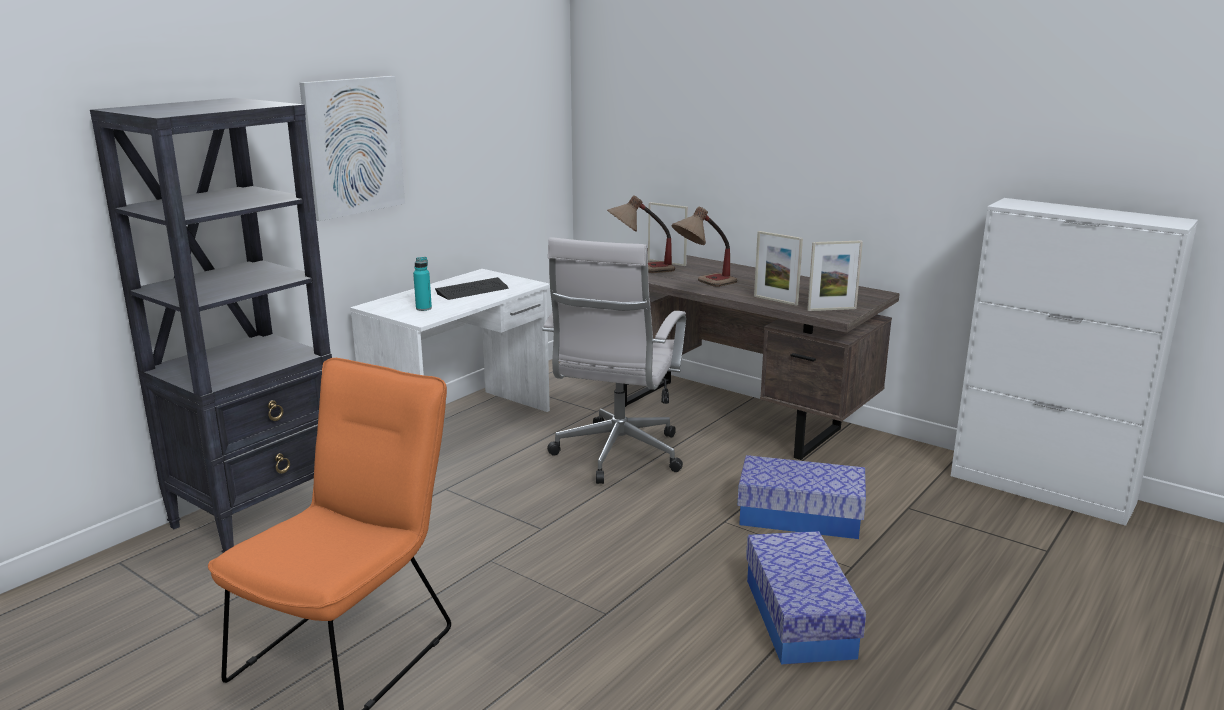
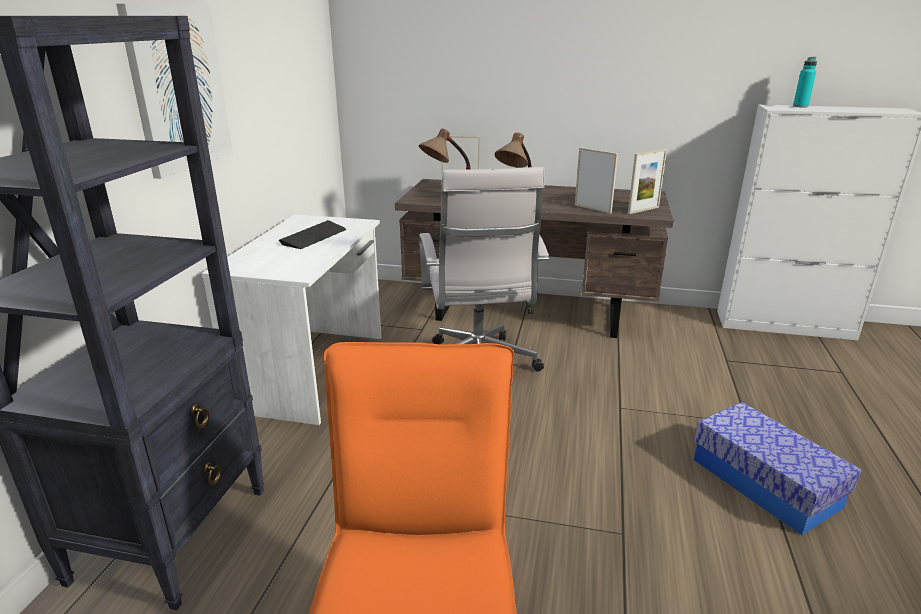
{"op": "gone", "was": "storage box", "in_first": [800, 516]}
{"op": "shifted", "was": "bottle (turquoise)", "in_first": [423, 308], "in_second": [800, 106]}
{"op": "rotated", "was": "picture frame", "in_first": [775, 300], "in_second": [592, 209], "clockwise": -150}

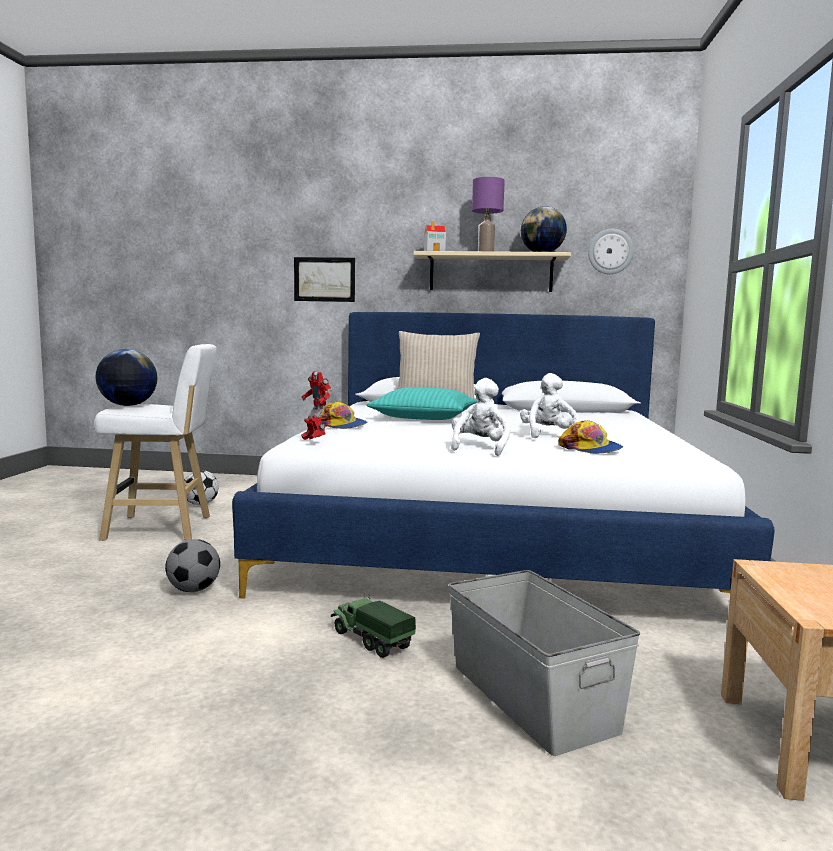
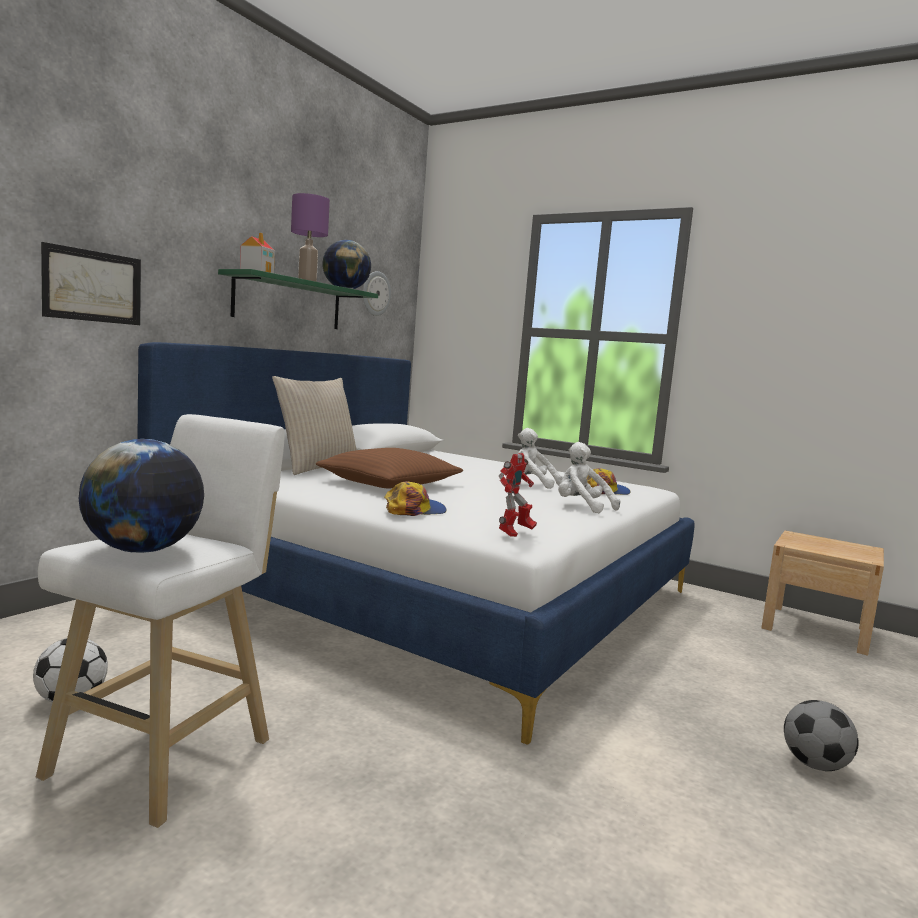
{"op": "gone", "was": "toy truck", "in_first": [370, 640]}
{"op": "gone", "was": "storage box (grey)", "in_first": [531, 697]}
{"op": "shifted", "was": "football", "in_first": [193, 590], "in_second": [815, 765]}
{"op": "repainted", "was": "pillow (turquoise)", "now": "pillow (brown)", "in_first": [423, 417], "in_second": [388, 483]}
{"op": "repainted", "was": "shelf (beige)", "now": "shelf (green)", "in_first": [491, 273], "in_second": [289, 303]}
{"op": "rotated", "was": "toy robot", "in_first": [313, 440], "in_second": [514, 533], "clockwise": -45}

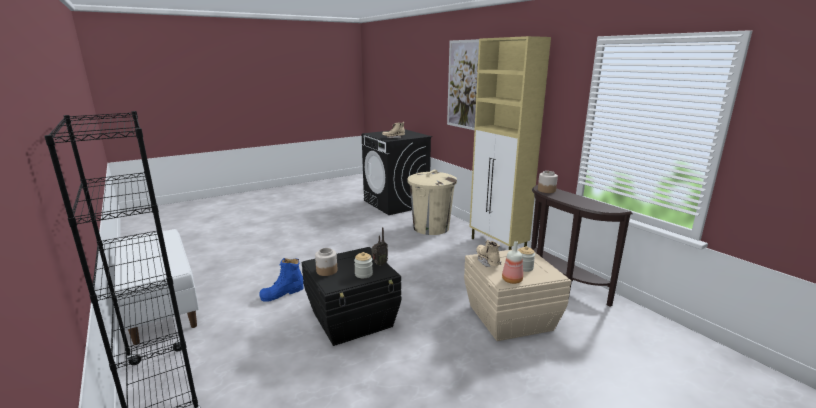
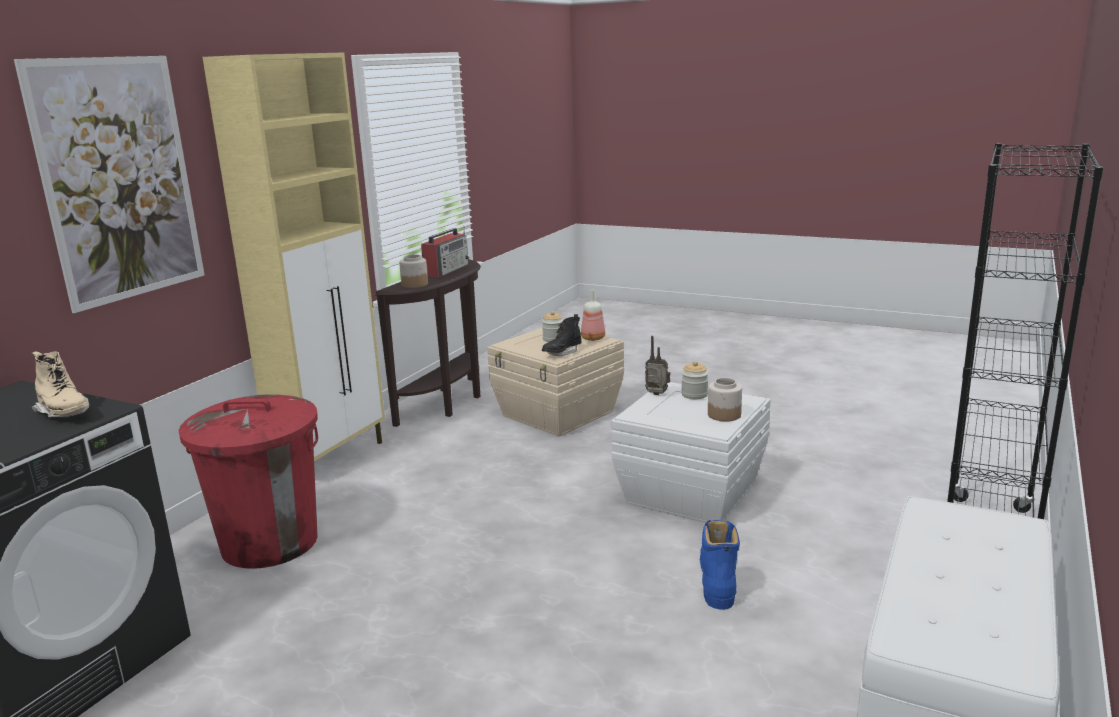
{"op": "new", "now": "radio", "in_second": [447, 270]}
{"op": "repainted", "was": "storage box (black)", "now": "storage box (white)", "in_first": [353, 319], "in_second": [690, 492]}
{"op": "repainted", "was": "trash can (beige)", "now": "trash can (red)", "in_first": [431, 228], "in_second": [270, 542]}
{"op": "repainted", "was": "boot (beige)", "now": "boot (black)", "in_first": [487, 261], "in_second": [562, 353]}
{"op": "rotated", "was": "boot (blue)", "in_first": [282, 293], "in_second": [717, 581], "clockwise": -105}

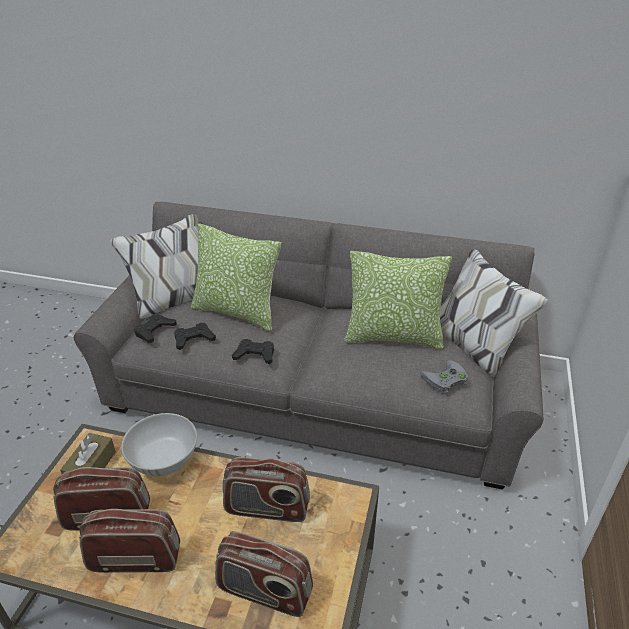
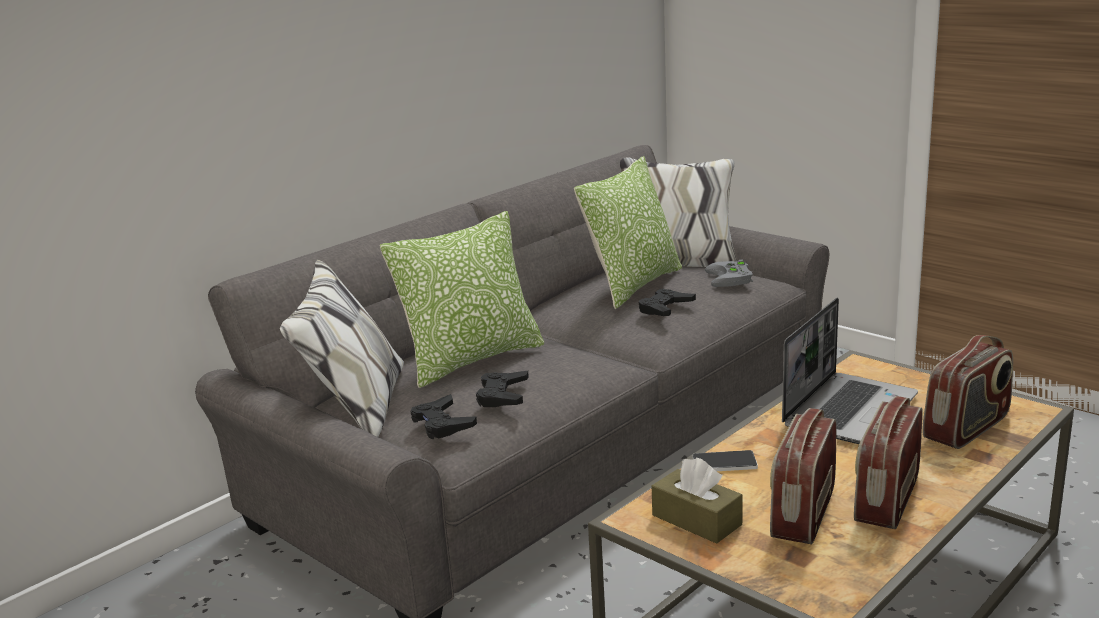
{"op": "shifted", "was": "game controller (black)", "in_first": [255, 355], "in_second": [665, 308]}
{"op": "swapped", "was": "bowl (white)", "now": "phone", "in_first": [164, 461], "in_second": [724, 463]}
{"op": "swapped", "was": "radio", "now": "laptop", "in_first": [267, 508], "in_second": [849, 410]}

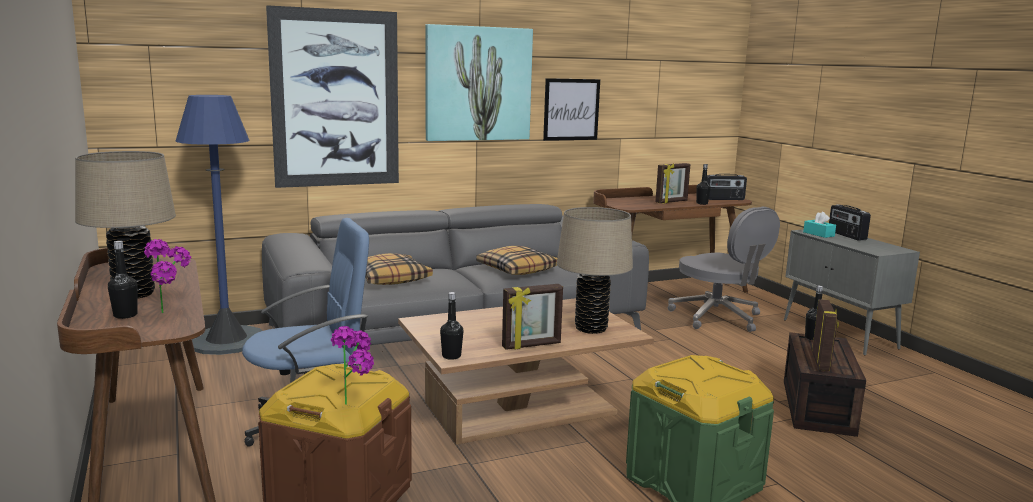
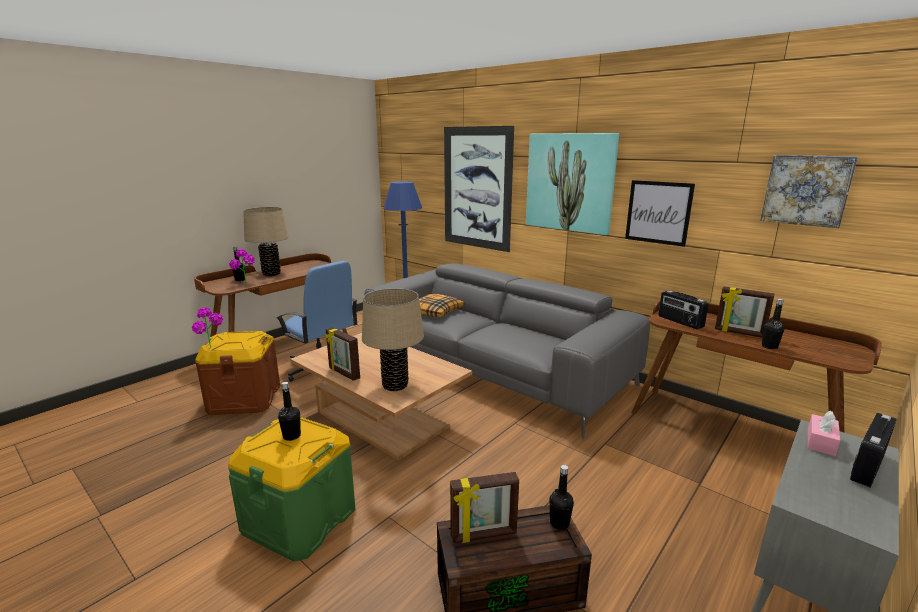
{"op": "gone", "was": "pillow", "in_first": [517, 269]}
{"op": "gone", "was": "office chair (grey)", "in_first": [718, 317]}
{"op": "new", "now": "picture", "in_second": [806, 190]}
{"op": "shifted", "was": "bottle (black)", "in_first": [451, 356], "in_second": [291, 436]}
{"op": "shifted", "was": "radio", "in_first": [724, 199], "in_second": [680, 322]}
{"op": "repainted", "was": "tissue box (turquoise)", "now": "tissue box (pink)", "in_first": [818, 234], "in_second": [821, 442]}

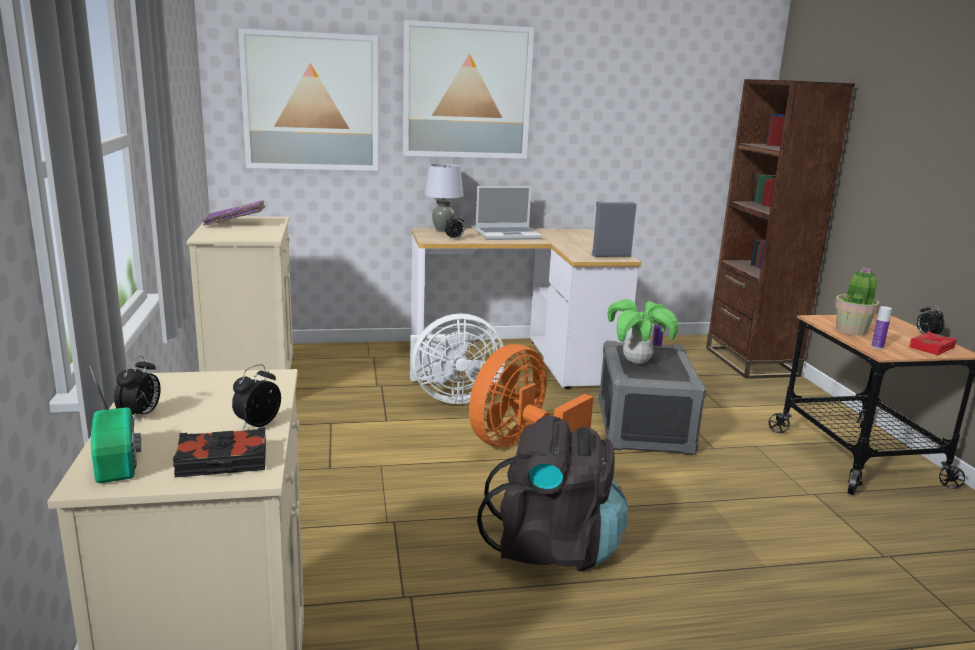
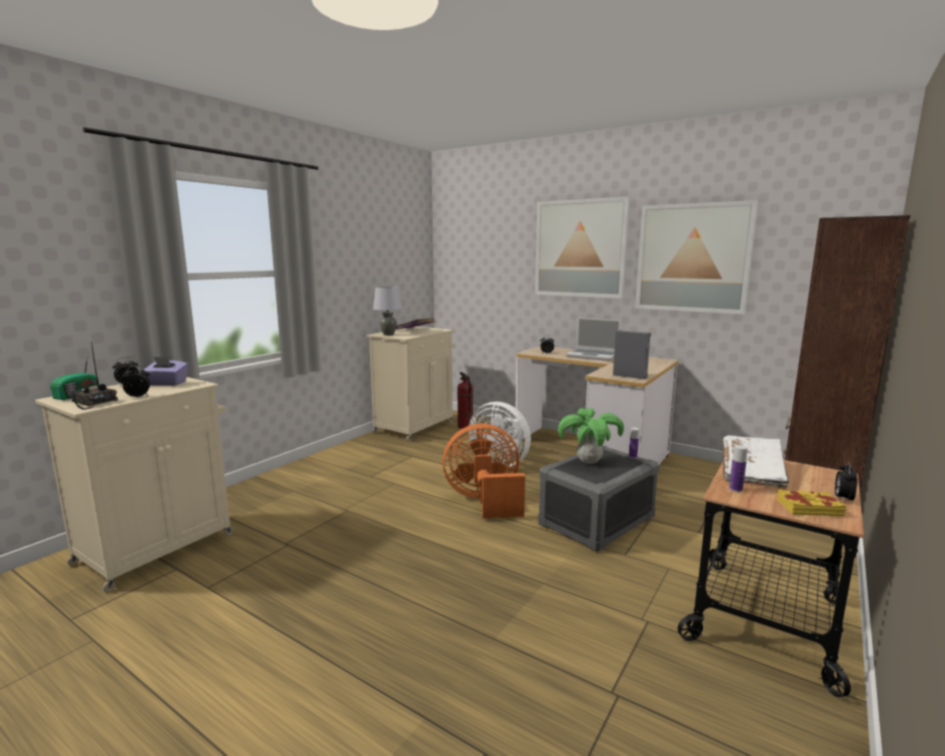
{"op": "gone", "was": "backpack (black)", "in_first": [553, 547]}
{"op": "new", "now": "tissue box (purple)", "in_second": [166, 383]}
{"op": "new", "now": "fire extinguisher", "in_second": [464, 427]}
{"op": "shifted", "was": "picture", "in_first": [311, 102], "in_second": [692, 258]}
{"op": "shifted", "was": "table lamp (grey)", "in_first": [443, 230], "in_second": [388, 334]}
{"op": "swapped", "was": "book (black)", "now": "radio", "in_first": [222, 461], "in_second": [92, 403]}
{"op": "swapped", "was": "potted plant", "now": "book (white)", "in_first": [851, 330], "in_second": [751, 472]}
{"op": "repainted", "was": "book (red)", "now": "book (yellow)", "in_first": [931, 347], "in_second": [808, 507]}

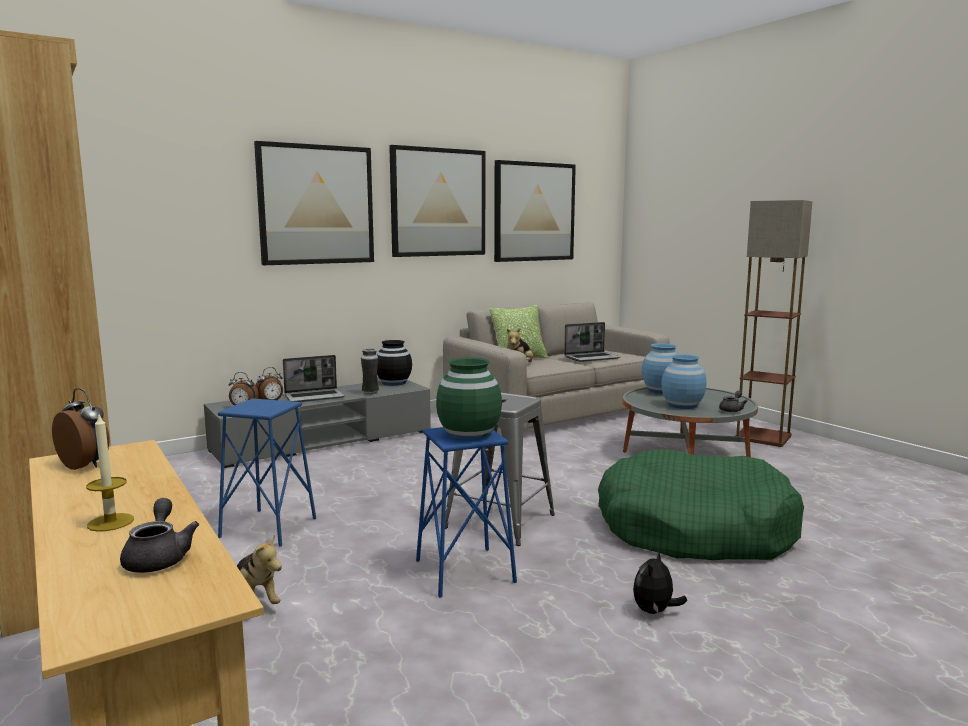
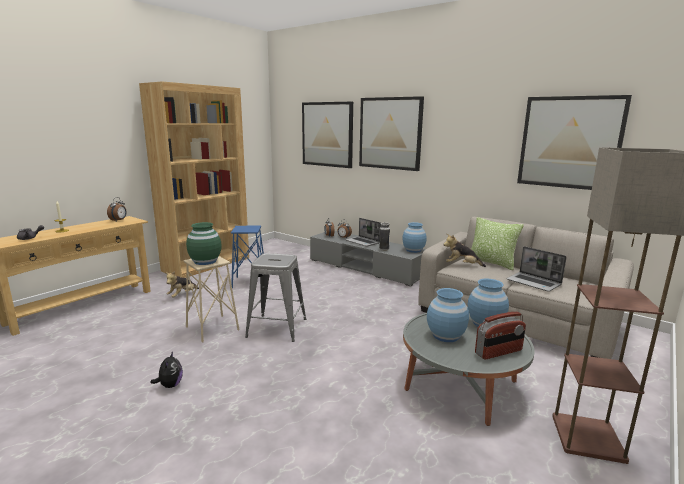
{"op": "gone", "was": "dog bed (green)", "in_first": [694, 529]}
{"op": "gone", "was": "teapot (grey)", "in_first": [732, 410]}
{"op": "new", "now": "radio", "in_second": [498, 352]}
{"op": "shifted", "was": "picture", "in_first": [438, 202], "in_second": [327, 134]}
{"op": "repainted", "was": "vase (black)", "now": "vase (blue)", "in_first": [394, 383], "in_second": [413, 250]}
{"op": "repainted", "was": "stool (blue)", "now": "stool (beige)", "in_first": [464, 571], "in_second": [212, 328]}
{"op": "rotated", "was": "plush toy", "in_first": [655, 611], "in_second": [170, 385], "clockwise": 75}

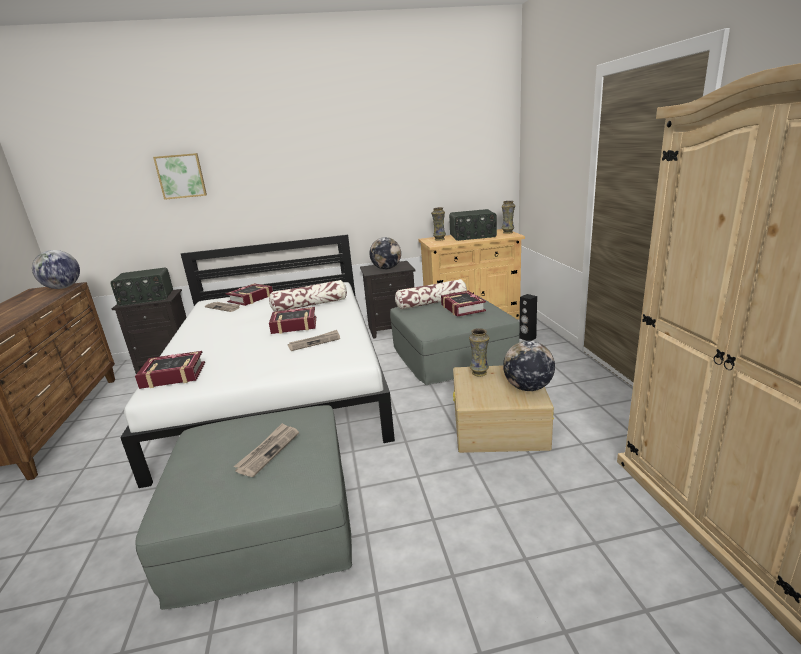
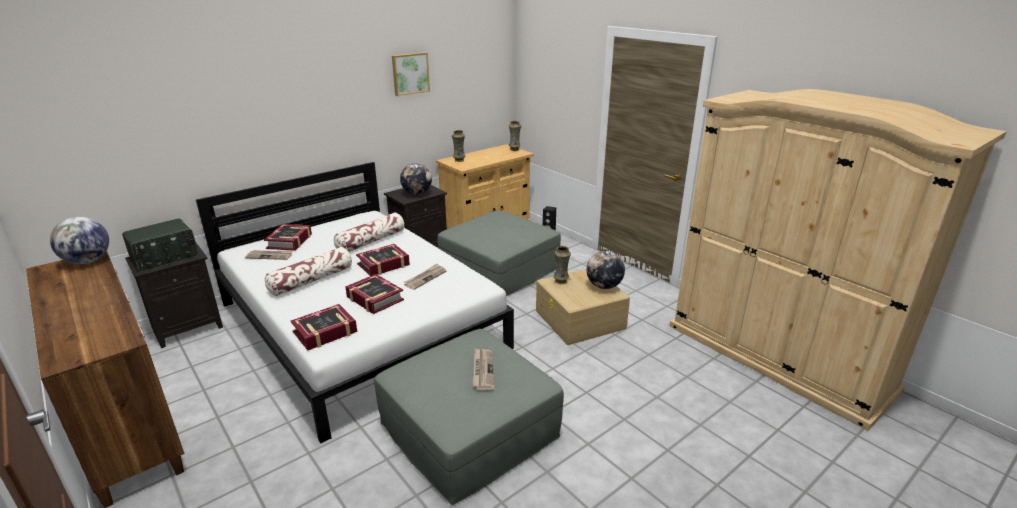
{"op": "gone", "was": "radio", "in_first": [473, 236]}
{"op": "shifted", "was": "picture", "in_first": [181, 176], "in_second": [410, 73]}
{"op": "shifted", "was": "pillow", "in_first": [432, 303], "in_second": [312, 280]}
{"op": "shifted", "was": "book", "in_first": [462, 308], "in_second": [374, 299]}

